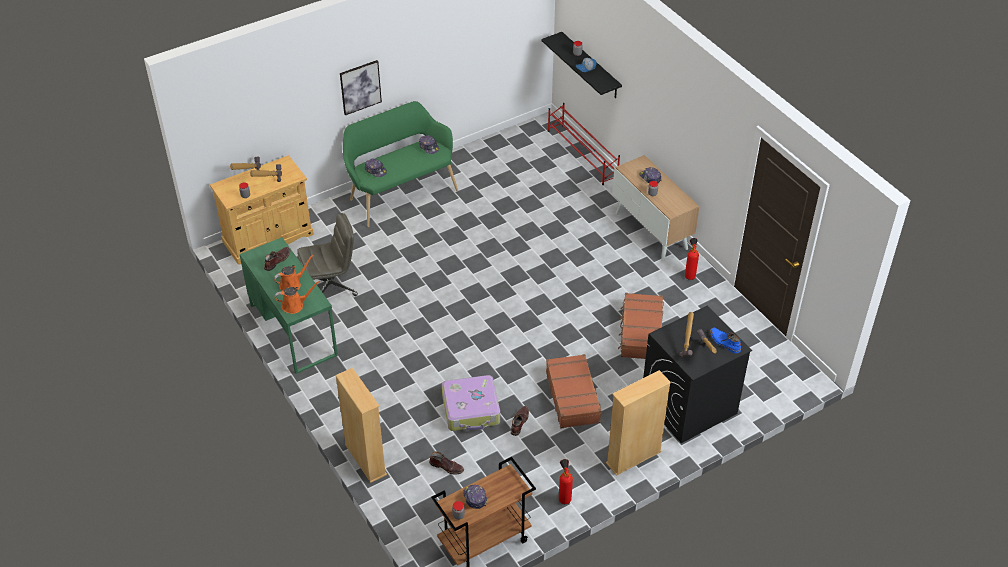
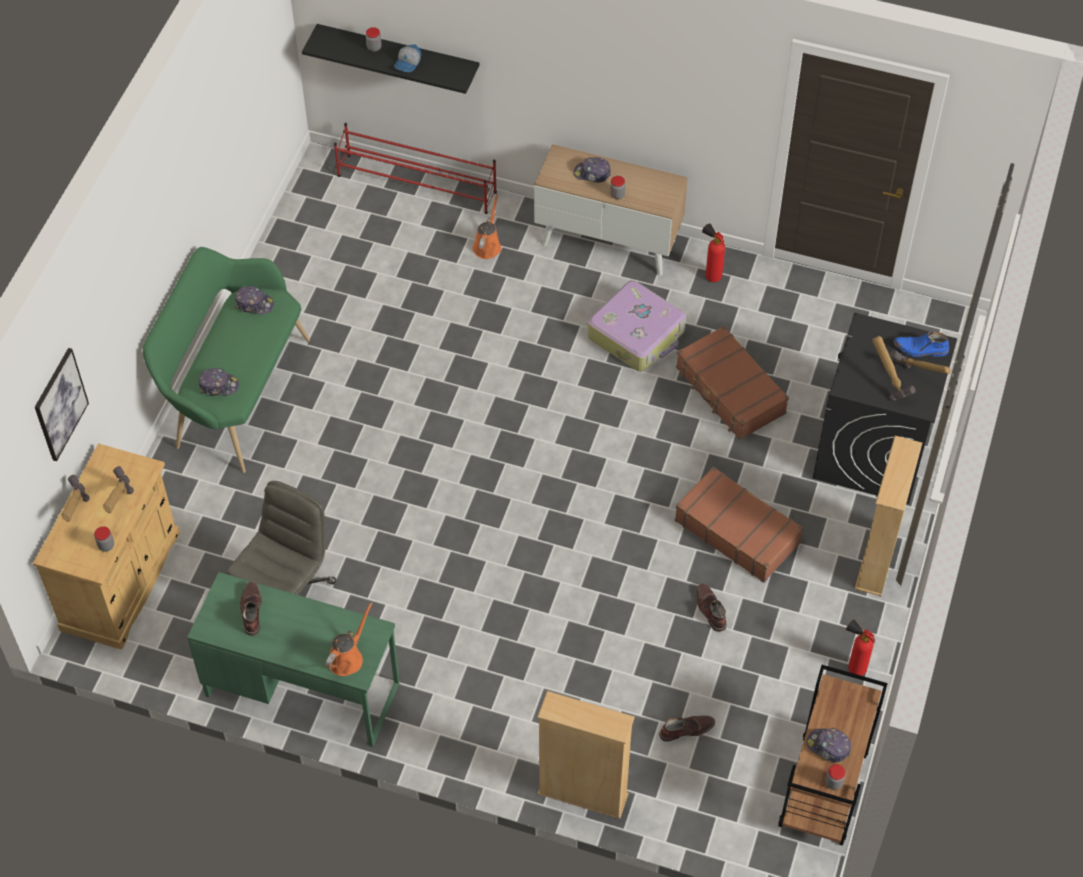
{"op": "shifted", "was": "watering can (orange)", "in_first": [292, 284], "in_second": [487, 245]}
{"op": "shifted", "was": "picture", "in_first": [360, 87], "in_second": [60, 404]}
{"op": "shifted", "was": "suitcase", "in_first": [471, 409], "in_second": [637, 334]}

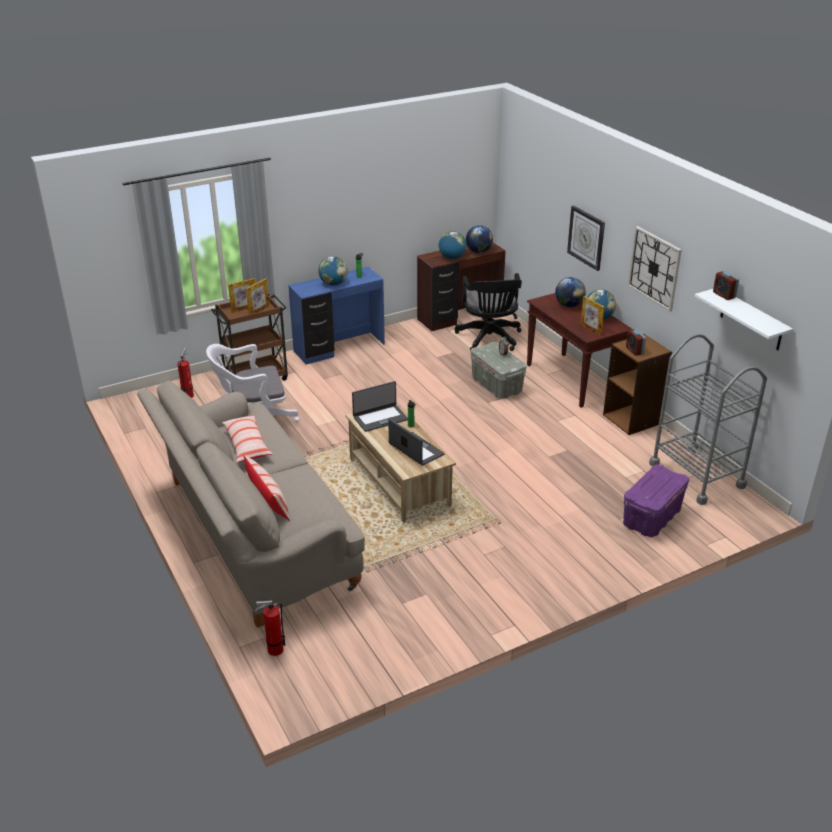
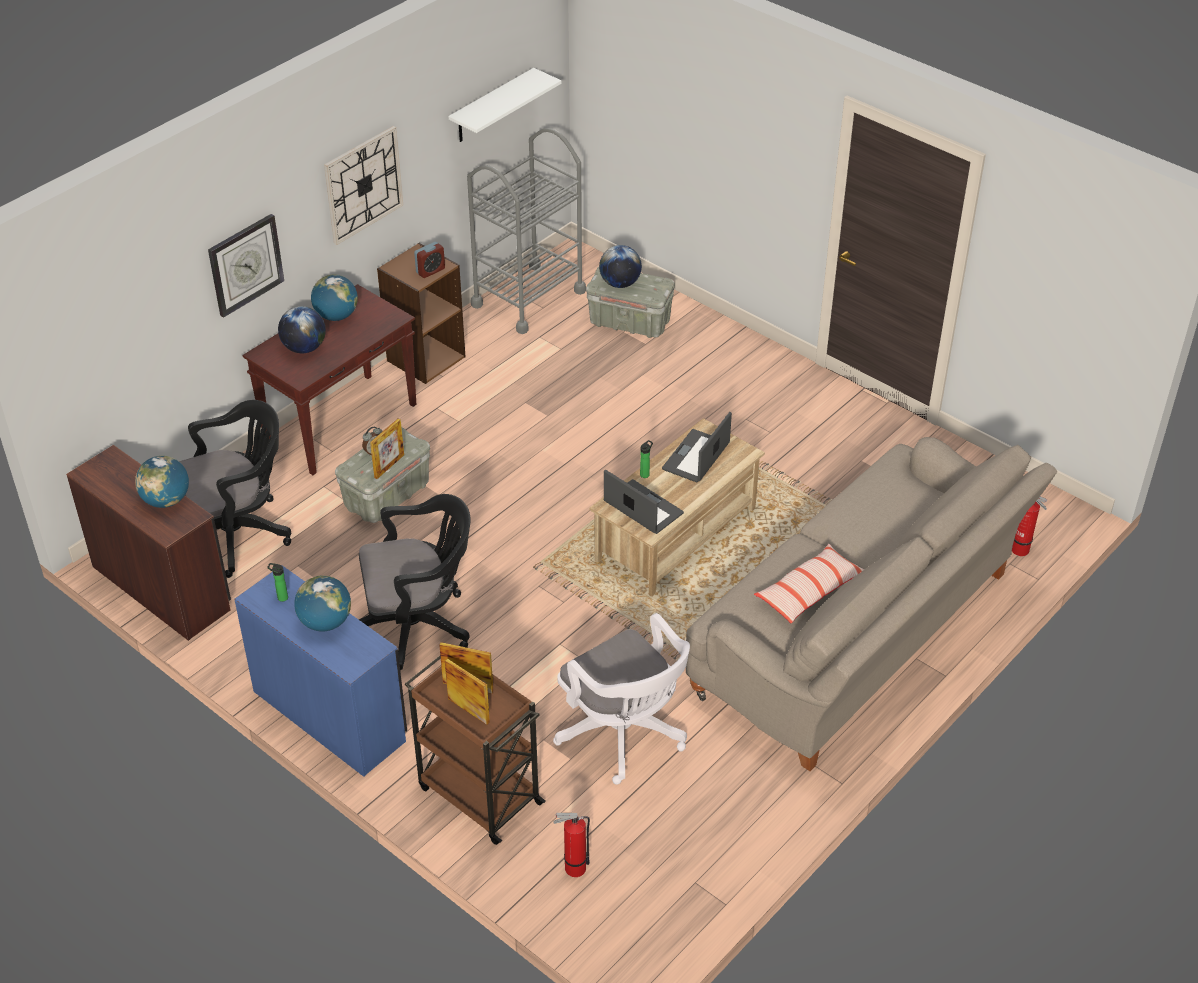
{"op": "gone", "was": "pillow", "in_first": [268, 501]}
{"op": "gone", "was": "alarm clock", "in_first": [724, 295]}
{"op": "new", "now": "office chair (black)", "in_second": [418, 626]}
{"op": "shifted", "was": "globe", "in_first": [478, 251], "in_second": [620, 283]}
{"op": "shifted", "was": "picture frame", "in_first": [590, 329], "in_second": [389, 466]}
{"op": "repainted", "was": "storage box (purple)", "now": "storage box (grey)", "in_first": [651, 517], "in_second": [629, 322]}

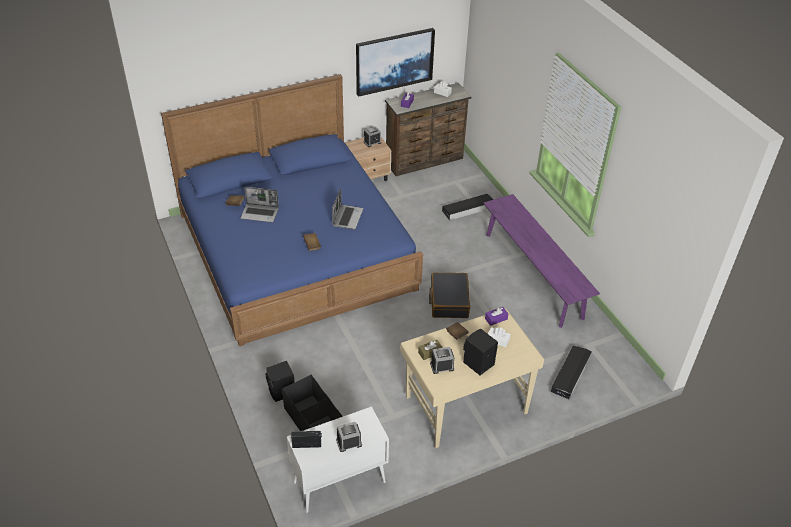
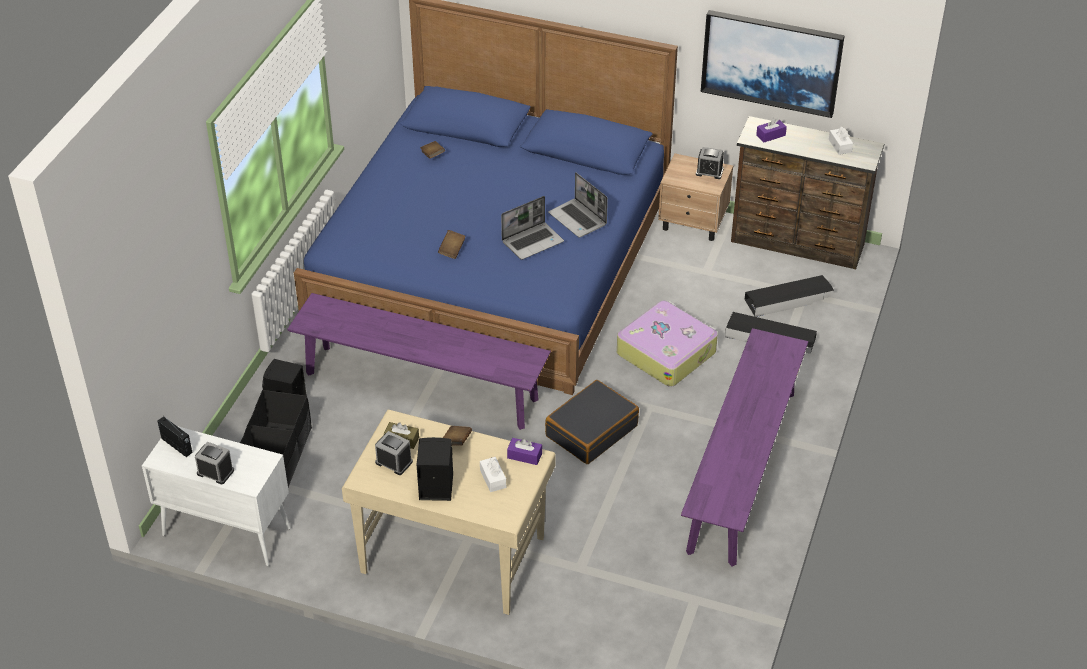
{"op": "new", "now": "bench (purple)", "in_second": [421, 386]}
{"op": "new", "now": "suitcase", "in_second": [666, 352]}
{"op": "shifted", "was": "laptop", "in_first": [260, 213], "in_second": [578, 219]}
{"op": "shifted", "was": "storage box (black)", "in_first": [571, 374], "in_second": [788, 300]}

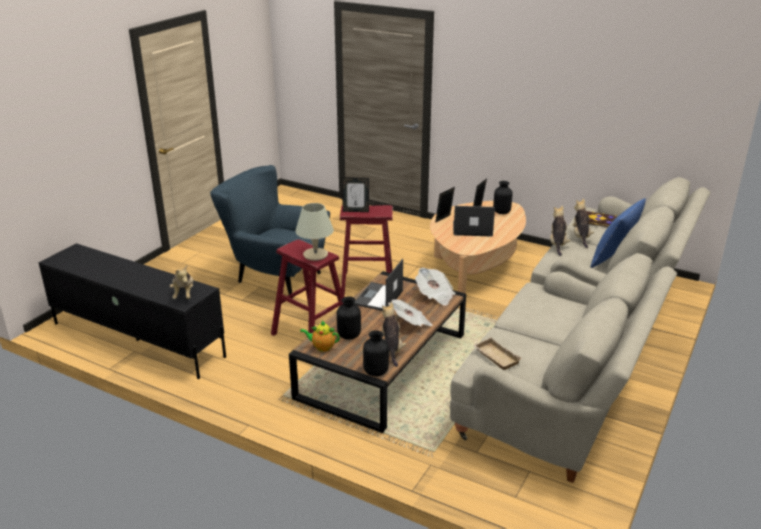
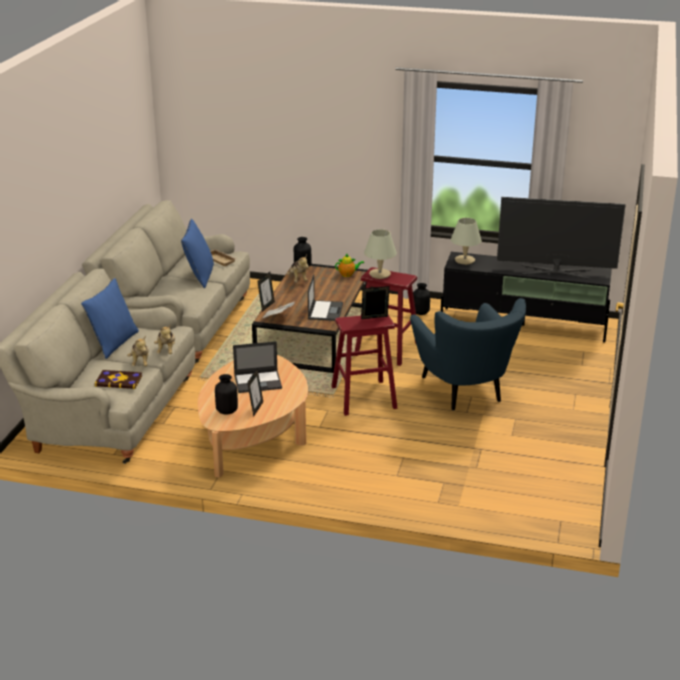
{"op": "gone", "was": "newspaper", "in_first": [410, 323]}
{"op": "new", "now": "pillow (blue)", "in_second": [199, 276]}
{"op": "new", "now": "television", "in_second": [556, 271]}
{"op": "shifted", "was": "vase (black)", "in_first": [348, 335], "in_second": [421, 312]}
{"op": "shifted", "was": "picture frame", "in_first": [444, 219], "in_second": [266, 306]}
{"op": "swapped", "was": "plush toy", "now": "table lamp (beige)", "in_first": [184, 294], "in_second": [464, 260]}
{"op": "rotated", "was": "armchair (blue)", "in_first": [273, 277], "in_second": [465, 392], "clockwise": 60}

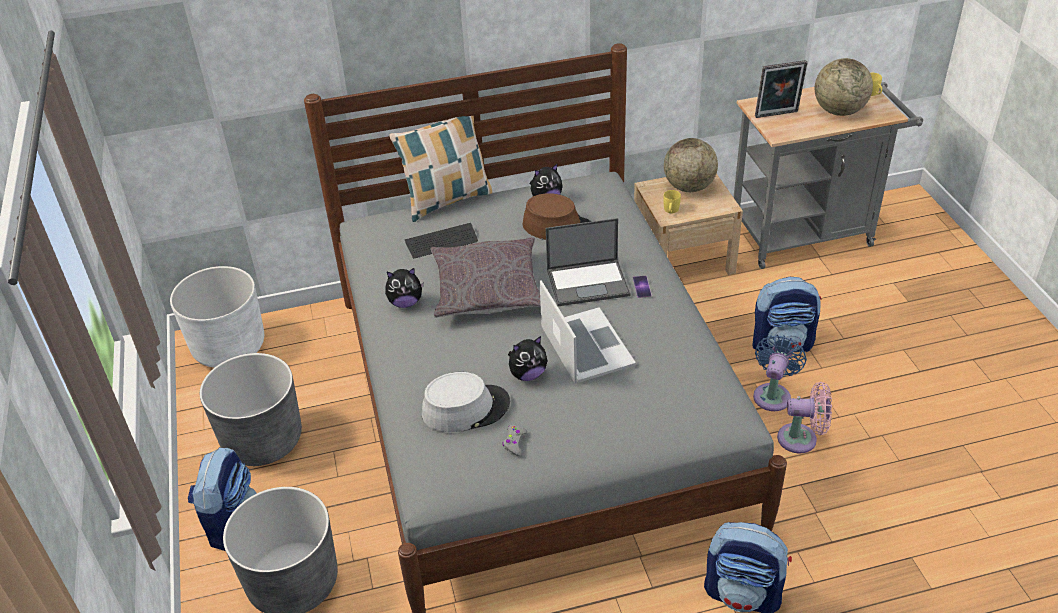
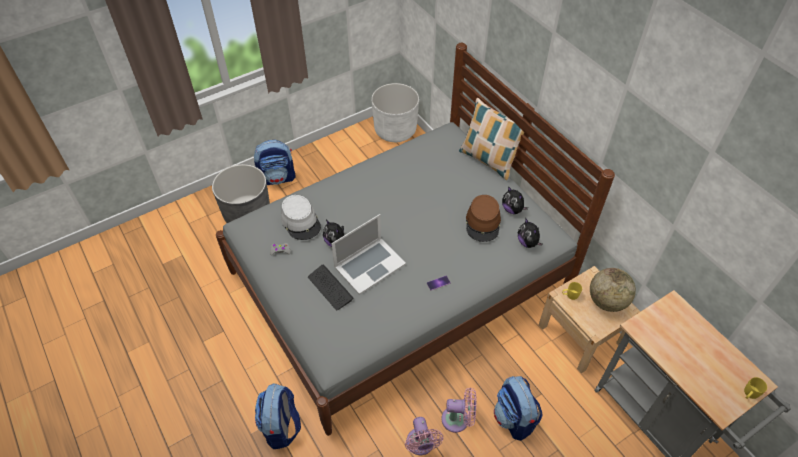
{"op": "gone", "was": "planter (grey)", "in_first": [263, 440]}
{"op": "gone", "was": "pillow (grey)", "in_first": [487, 288]}
{"op": "gone", "was": "laptop", "in_first": [589, 282]}
{"op": "gone", "was": "picture frame", "in_first": [777, 115]}
{"op": "gone", "was": "globe", "in_first": [839, 111]}
{"op": "shifted", "was": "plush toy", "in_first": [405, 302], "in_second": [528, 242]}
{"op": "shifted", "was": "keyboard", "in_first": [441, 242], "in_second": [330, 288]}
{"op": "repainted", "was": "fan (blue)", "now": "fan (pink)", "in_first": [773, 394], "in_second": [458, 419]}

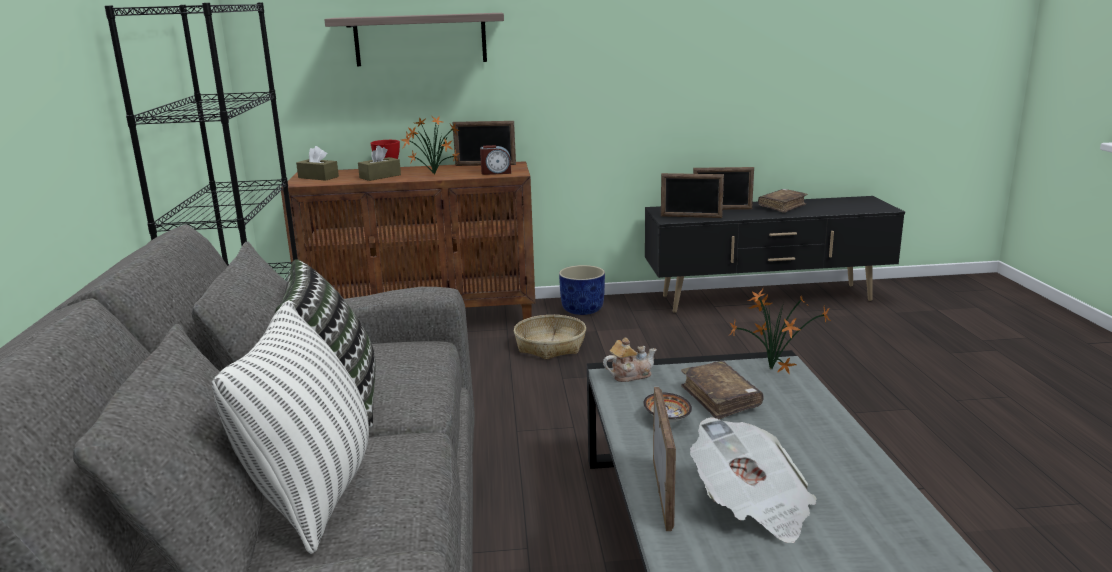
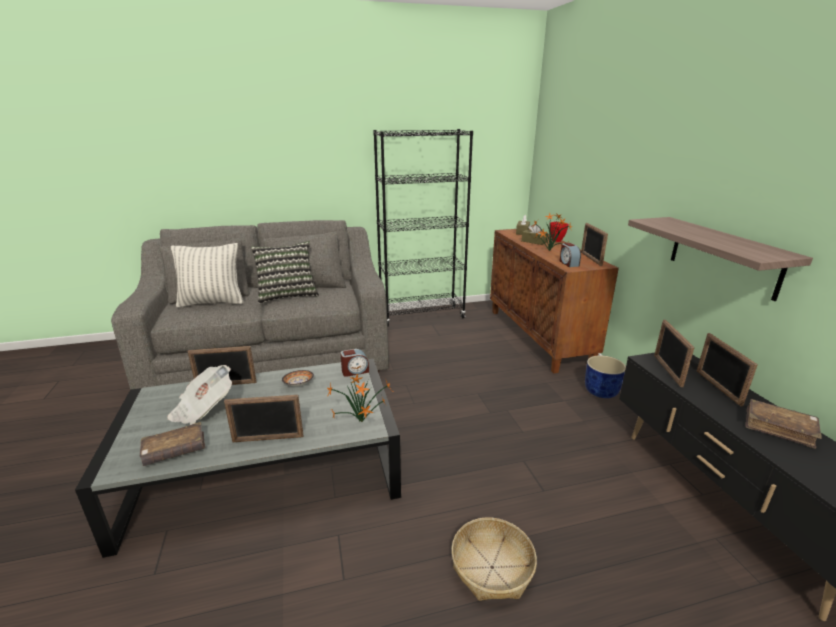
{"op": "new", "now": "picture frame", "in_second": [268, 439]}
{"op": "shifted", "was": "shelf", "in_first": [420, 39], "in_second": [723, 256]}
{"op": "shifted", "was": "basket", "in_first": [550, 346], "in_second": [492, 567]}
{"op": "shifted", "was": "book (brown)", "in_first": [720, 398], "in_second": [175, 450]}
{"op": "swapped", "was": "teapot", "now": "alarm clock", "in_first": [629, 375], "in_second": [355, 371]}

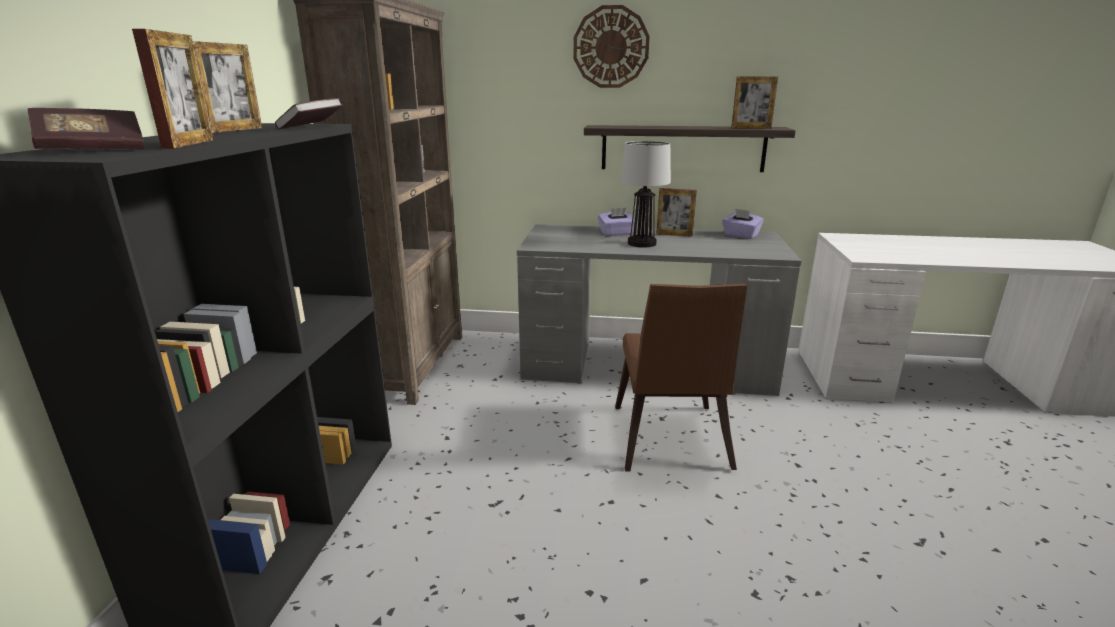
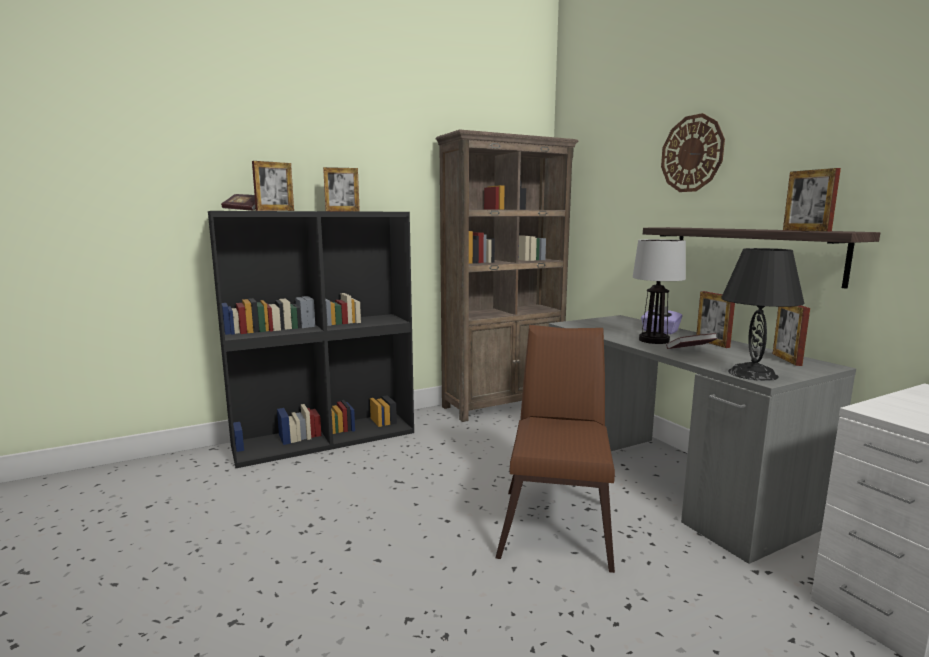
{"op": "new", "now": "table lamp (black)", "in_second": [752, 373]}
{"op": "shifted", "was": "book", "in_first": [311, 127], "in_second": [690, 350]}
{"op": "swapped", "was": "tissue box (purple)", "now": "picture frame", "in_first": [740, 235], "in_second": [786, 359]}
{"op": "rotated", "was": "chair (brown)", "in_first": [669, 442], "in_second": [557, 522], "clockwise": 135}

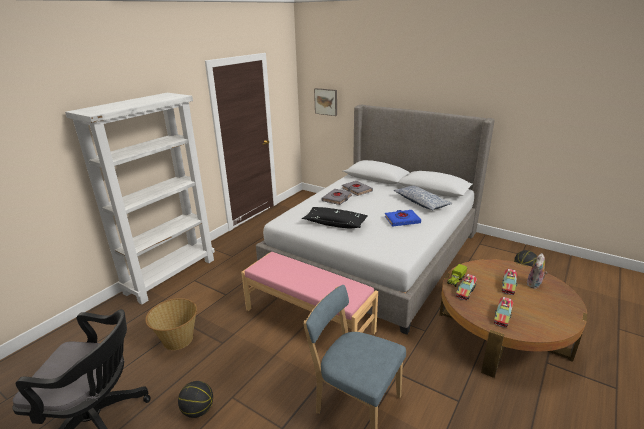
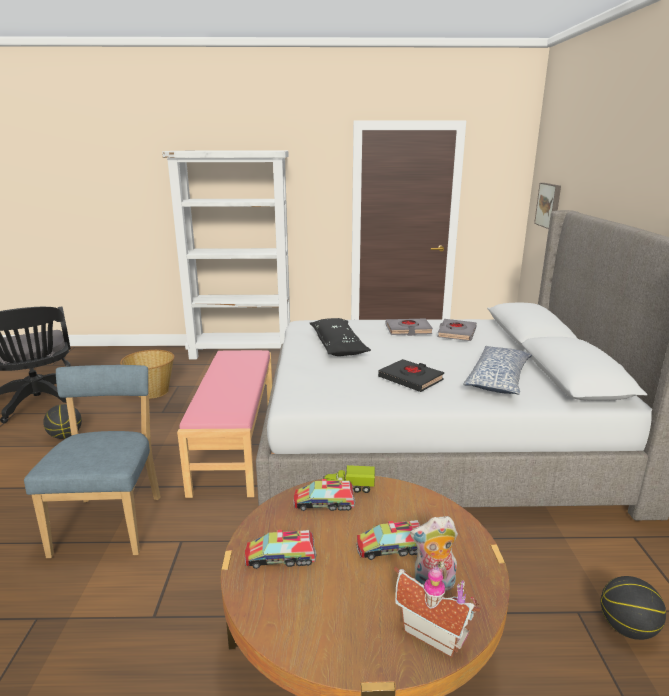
{"op": "new", "now": "toy house", "in_second": [433, 631]}
{"op": "repainted", "was": "book (blue)", "now": "book (black)", "in_first": [402, 220], "in_second": [411, 379]}

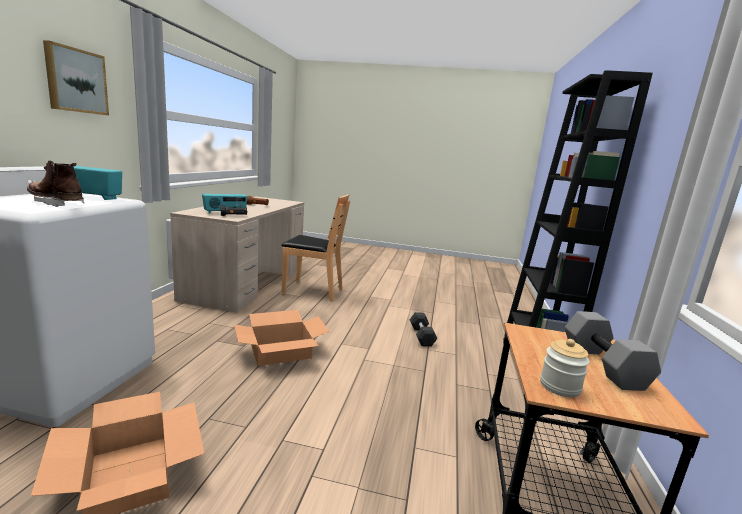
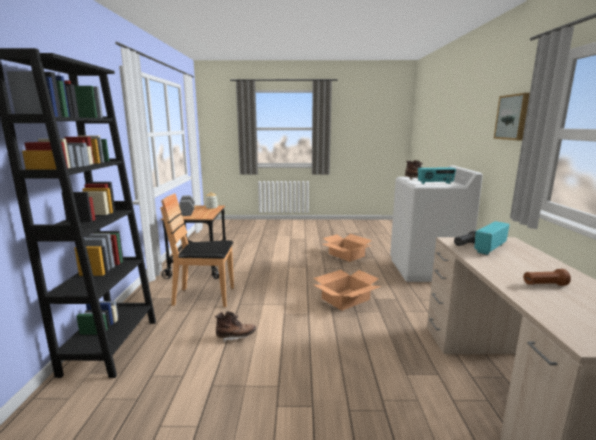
{"op": "shifted", "was": "chair (brown)", "in_first": [312, 291], "in_second": [205, 297]}
{"op": "swapped", "was": "dumbbell (black)", "now": "boot (brown)", "in_first": [421, 336], "in_second": [236, 337]}

